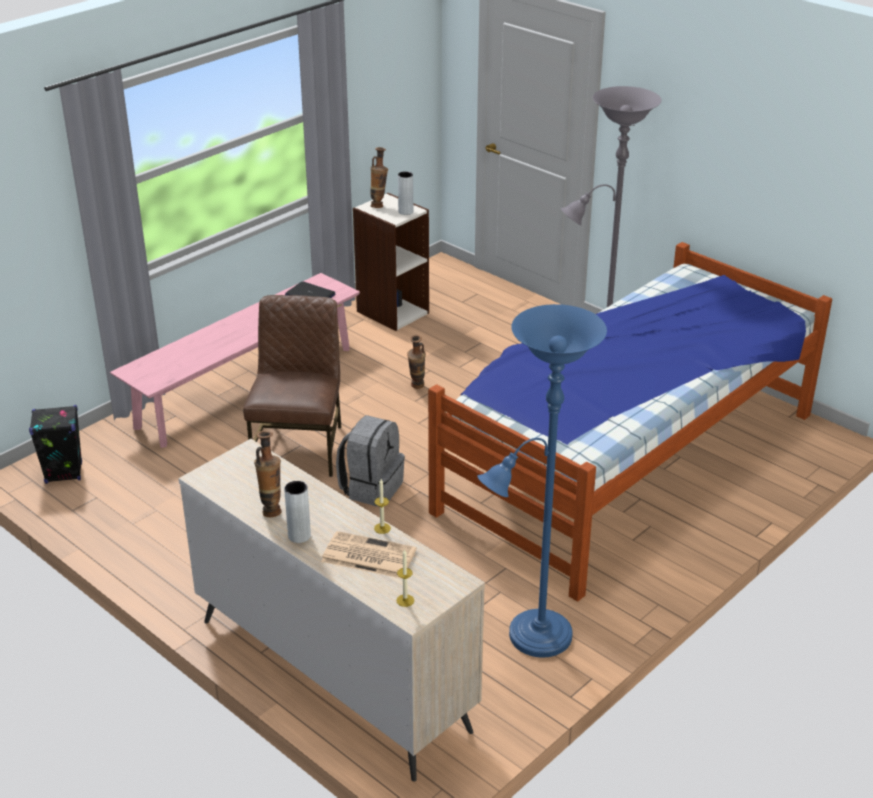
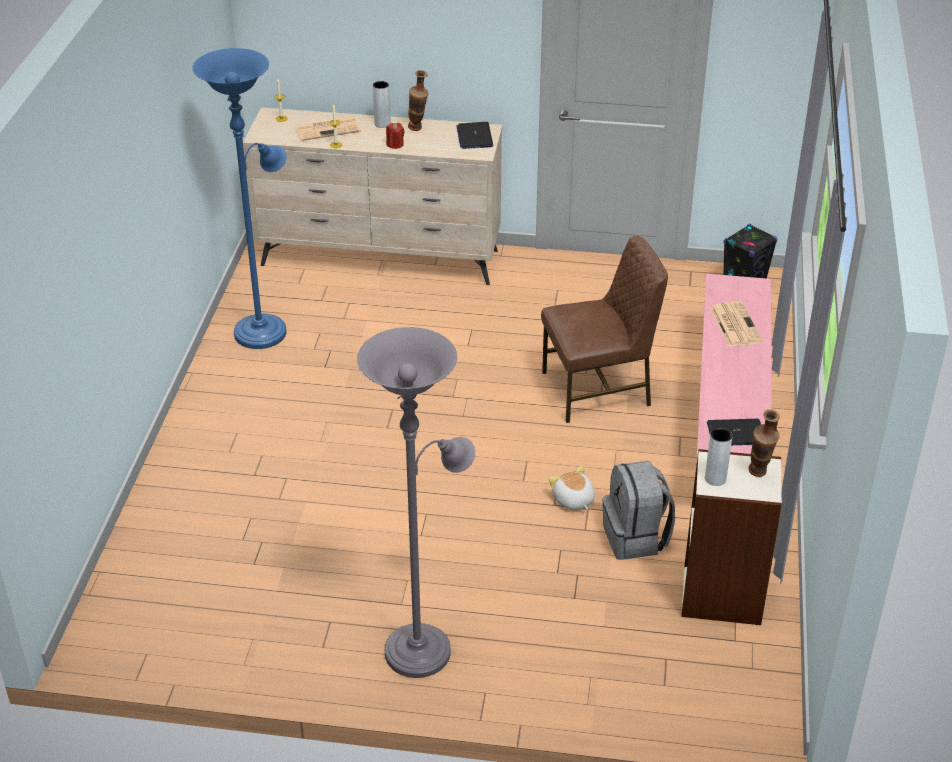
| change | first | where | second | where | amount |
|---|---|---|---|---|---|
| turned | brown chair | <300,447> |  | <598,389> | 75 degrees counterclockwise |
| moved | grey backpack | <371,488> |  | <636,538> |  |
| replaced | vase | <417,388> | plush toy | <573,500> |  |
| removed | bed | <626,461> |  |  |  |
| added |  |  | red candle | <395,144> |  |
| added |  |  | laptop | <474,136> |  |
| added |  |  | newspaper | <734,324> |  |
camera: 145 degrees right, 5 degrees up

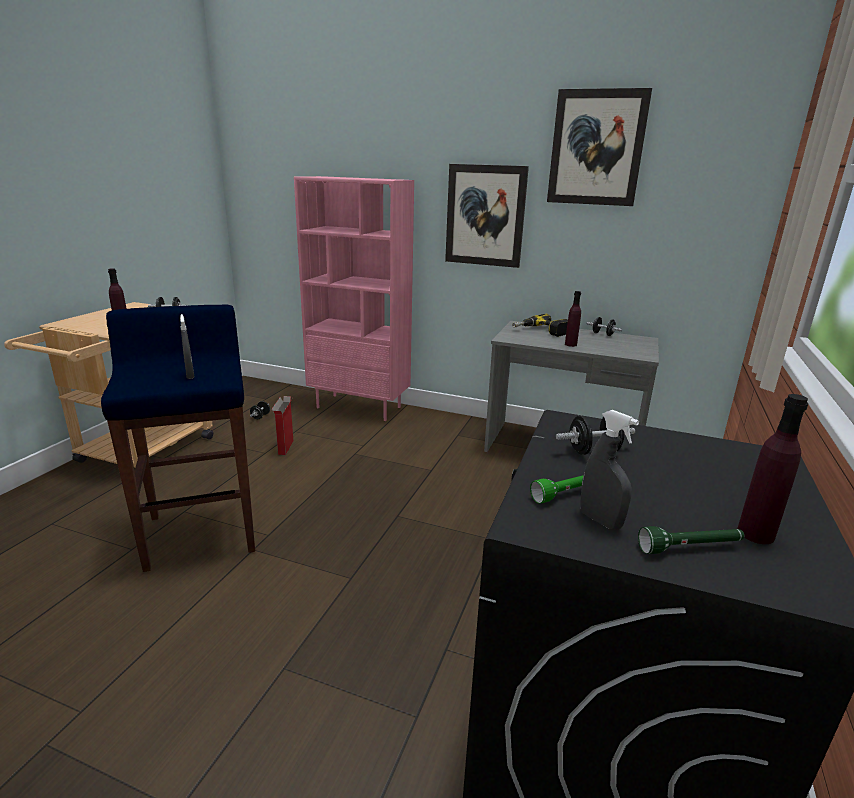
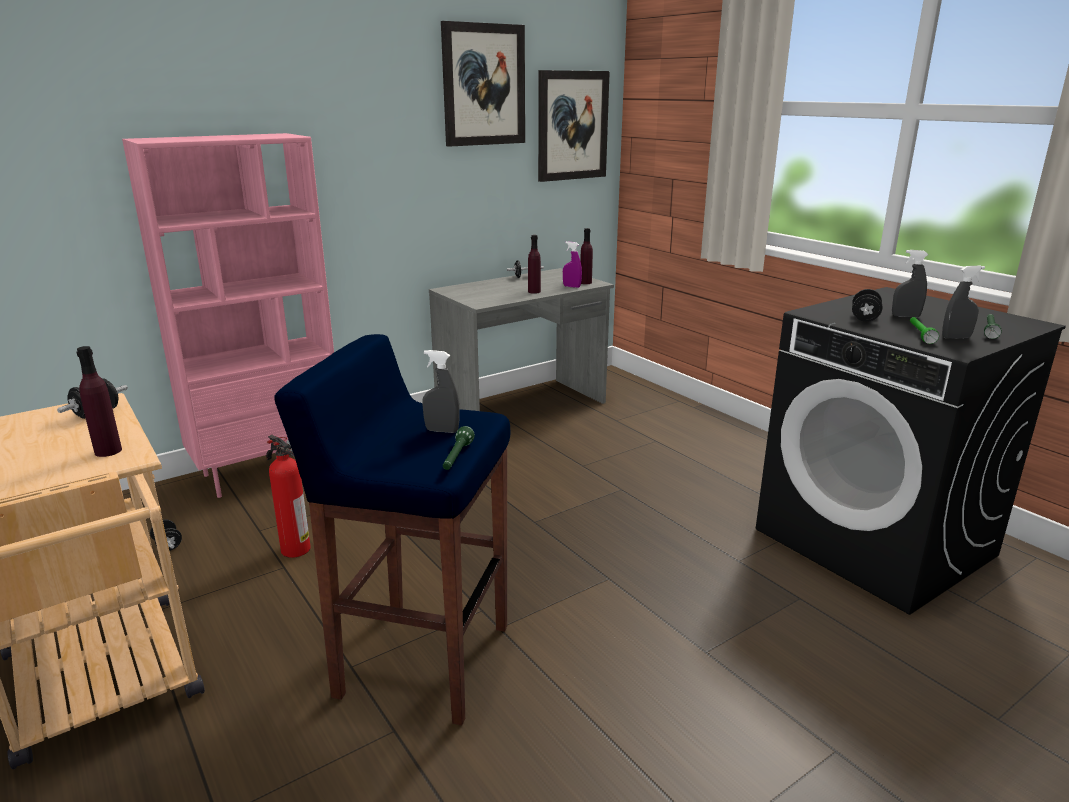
| change | first | where | second | where | amount |
|---|---|---|---|---|---|
| replaced | cardboard box | <285,448> | fire extinguisher | <294,548> |  |
| moved | picture | <485,216> |  | <572,126> |  |
| removed | power drill | <541,332> |  |  |  |
| moved | purple bottle | <755,534> |  | <585,282> |  |
| added |  |  | green flashlight | <457,458> |  |
| added |  |  | purple spray bottle | <571,286> |  |
| added |  |  | grey spray bottle | <905,316> |  |
camera: 55 degrees left, 0 degrees up

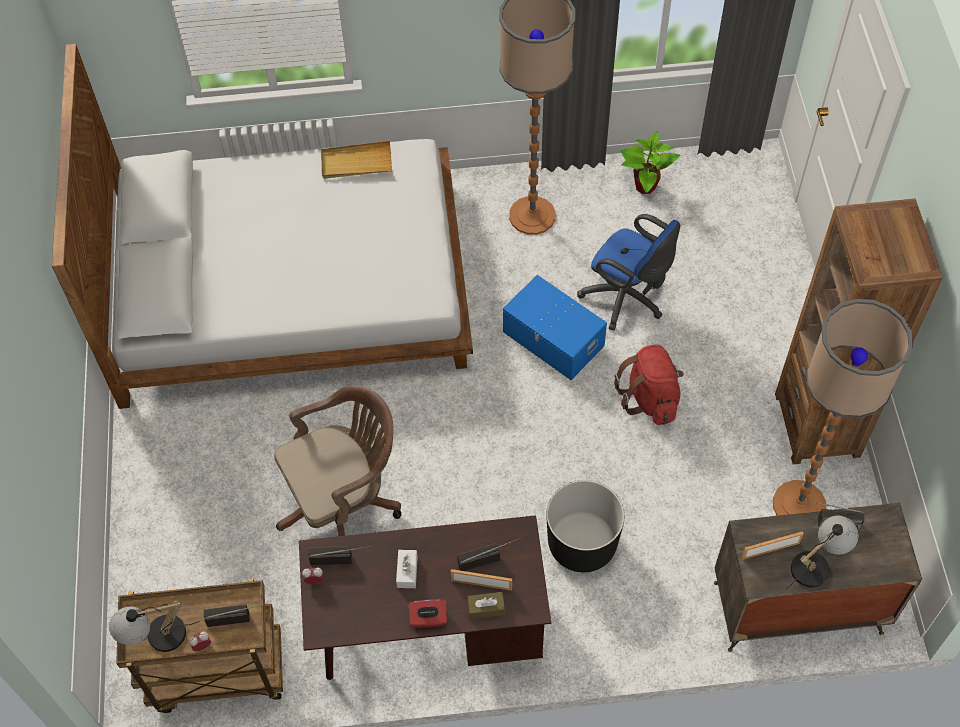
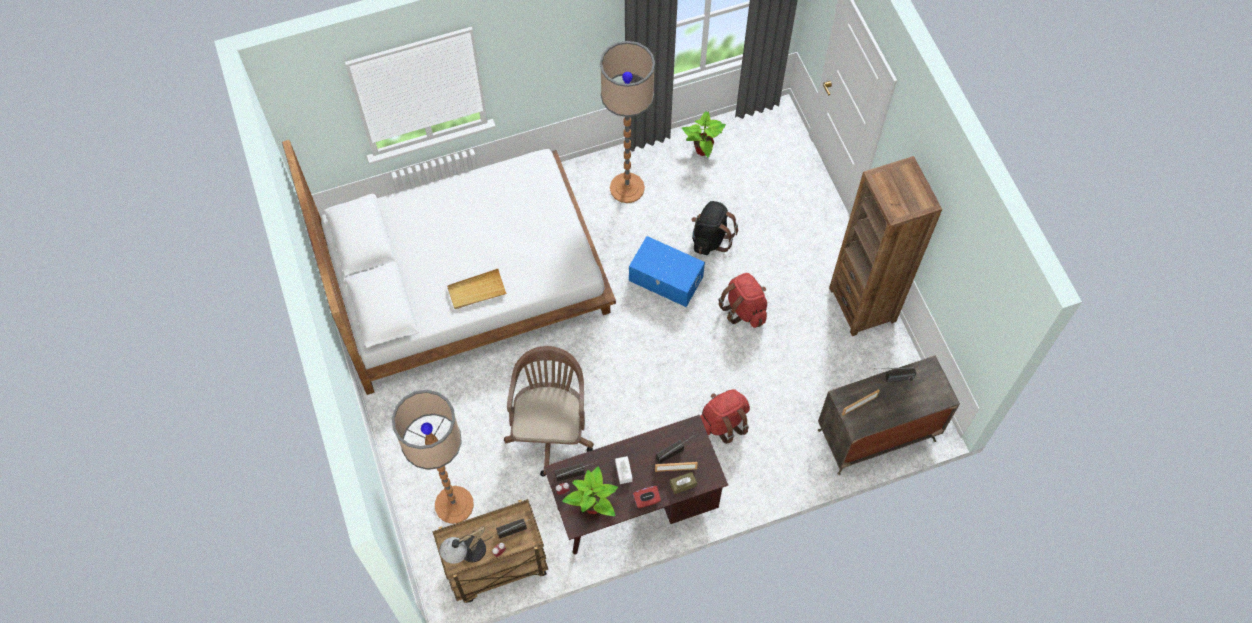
| change | first | where | second | where | amount |
|---|---|---|---|---|---|
| turned | brown office chair | <344,502> |  | <550,428> | 45 degrees counterclockwise |
| moved | beige tray | <356,162> |  | <476,291> |  |
| replaced | black planter | <582,543> | red backpack | <723,422> |  |
| replaced | blue office chair | <627,299> | black backpack | <710,238> |  |
| moved | floor lamp | <798,504> |  | <454,504> |  |
| removed | table lamp | <817,563> |  |  |  |
| added |  |  | potted plant | <593,505> |  |
camera: 15 degrees left, 5 degrees up

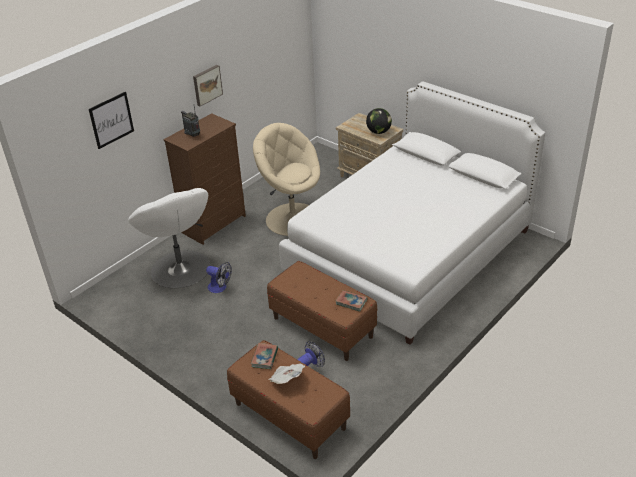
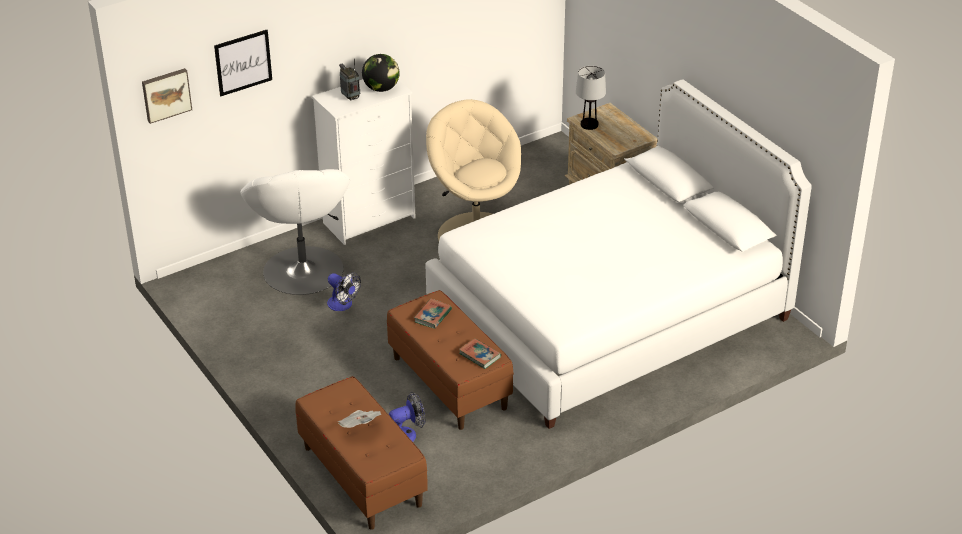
| change | first | where | second | where | amount |
|---|---|---|---|---|---|
| recoloured | brown dresser | <214,224> | white dresser | <370,220> |  |
| moved | picture | <207,85> |  | <166,94> |  |
| moved | book | <264,357> |  | <432,316> |  |
| moved | globe | <378,132> |  | <381,88> |  |
| added |  |  | table lamp | <589,125> |  |
camera: 15 degrees right, 0 degrees up

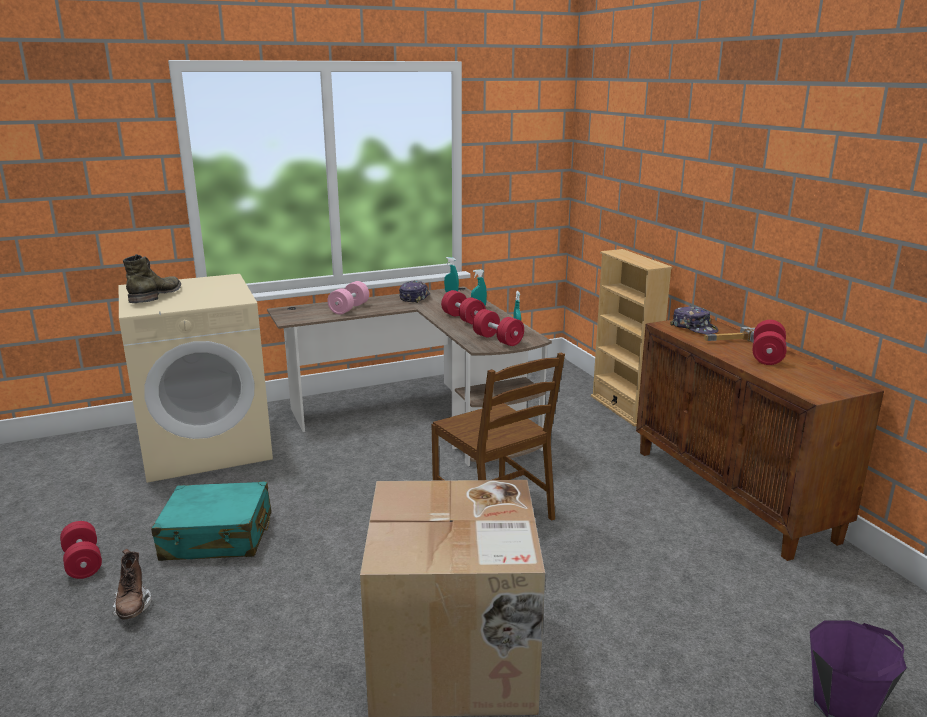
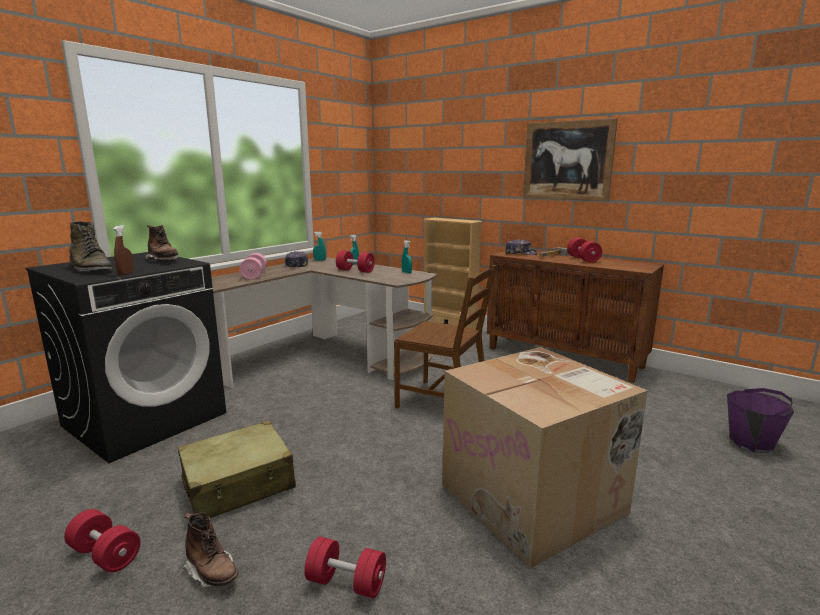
| change | first | where | second | where | amount |
|---|---|---|---|---|---|
| recoloured | beige washing machine | <207,446> | black washing machine | <146,419> |  |
| turned | green boot | <157,296> |  | <91,269> | 150 degrees clockwise |
| recoloured | turquoise suitcase | <217,537> | beige suitcase | <239,484> |  |
| moved | red dumbbell | <498,340> |  | <346,582> |  |
| added |  |  | brown spray bottle | <126,273> |  |
| added |  |  | brown boot | <163,260> |  |
| added |  |  | picture | <567,161> |  |
camera: 30 degrees left, 5 degrees down

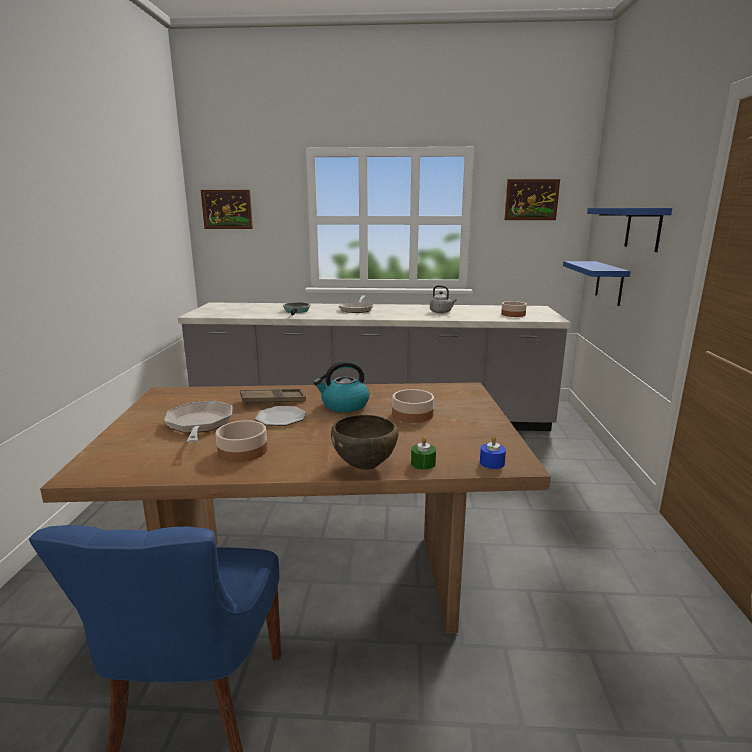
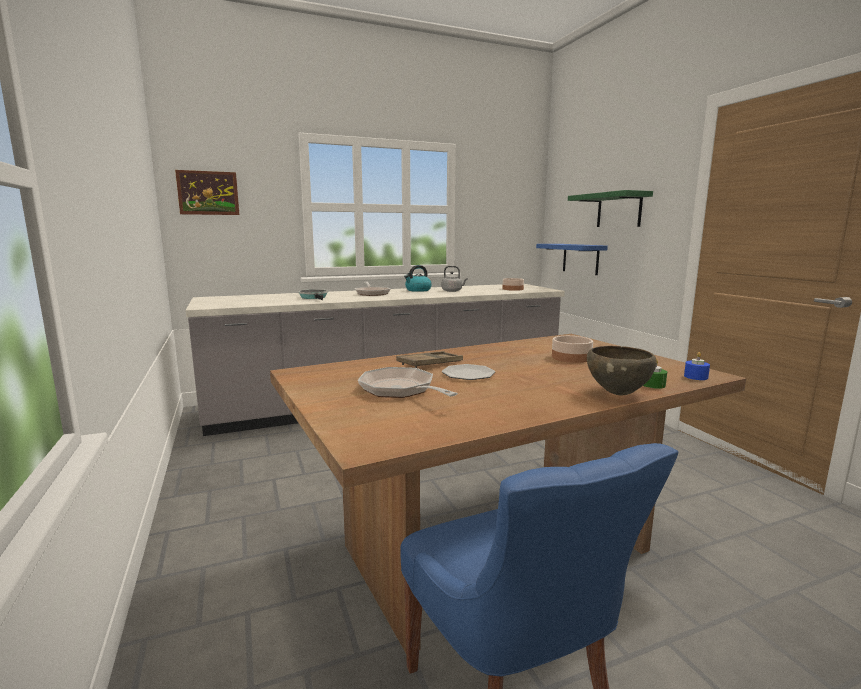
| change | first | where | second | where | amount |
|---|---|---|---|---|---|
| removed | bowl | <242,451> |  |  |  |
| moved | kettle | <344,405> |  | <418,290> |  |
| removed | picture | <531,199> |  |  |  |
| recoloured | blue shelf | <643,228> | green shelf | <619,210> |  |
camera: 25 degrees left, 5 degrees down

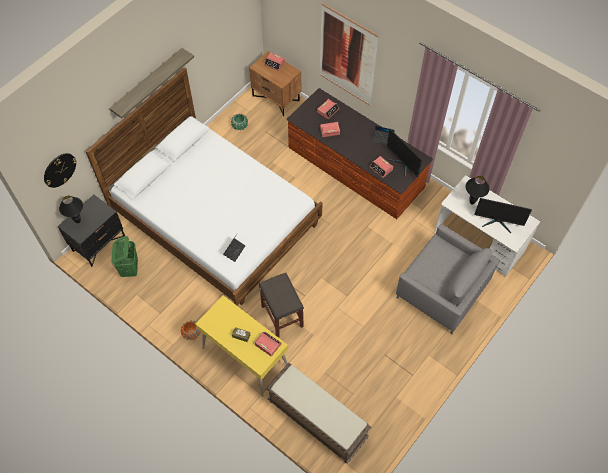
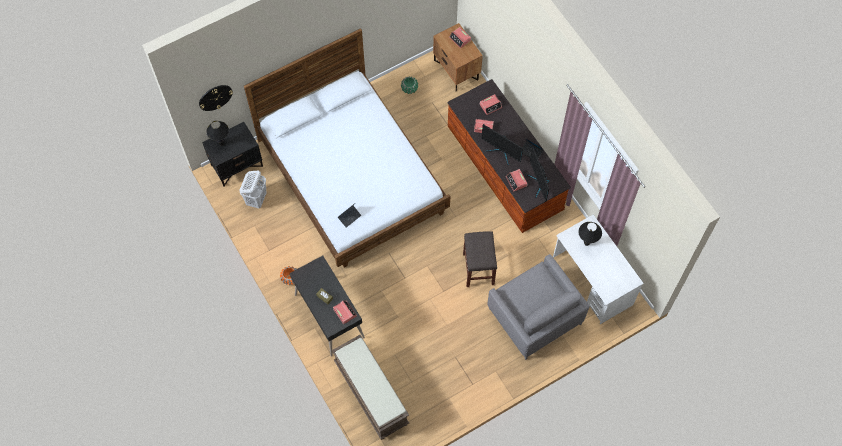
| change | first | where | second | where | amount |
|---|---|---|---|---|---|
| removed | shelf | <148,83> |  |  |  |
| recoloured | green laundry basket | <130,268> | white laundry basket | <256,199> |  |
| recoloured | yellow desk | <245,357> | black desk | <329,316> |  |
| moved | grey stool | <282,316> |  | <478,269> |  |
| removed | picture | <347,56> |  |  |  |
| moved | monitor | <497,222> |  | <501,152> |  |
camera: 20 degrees right, 5 degrees up

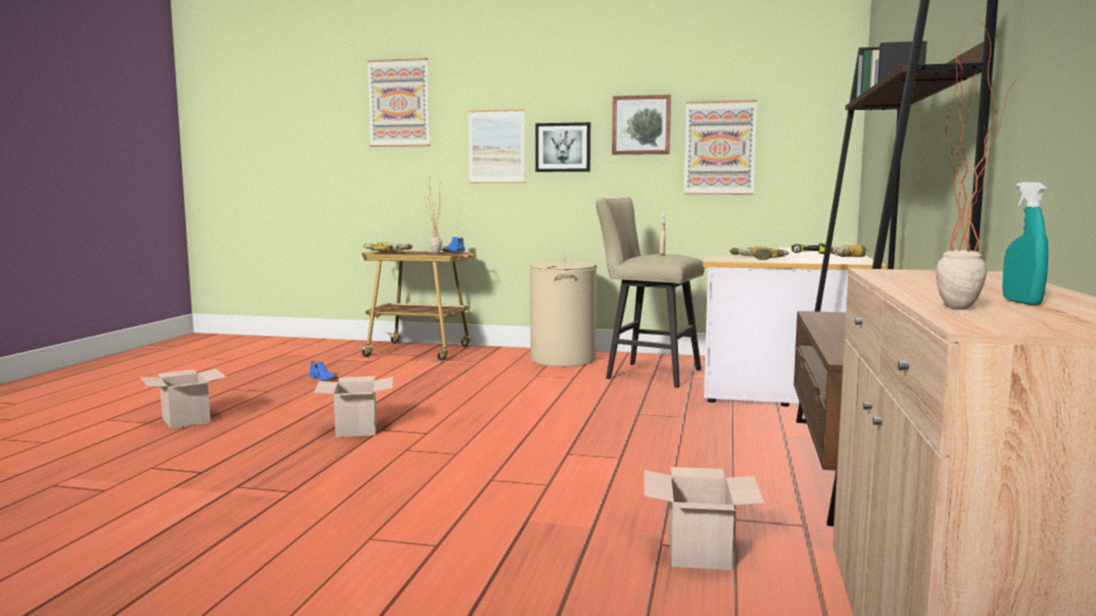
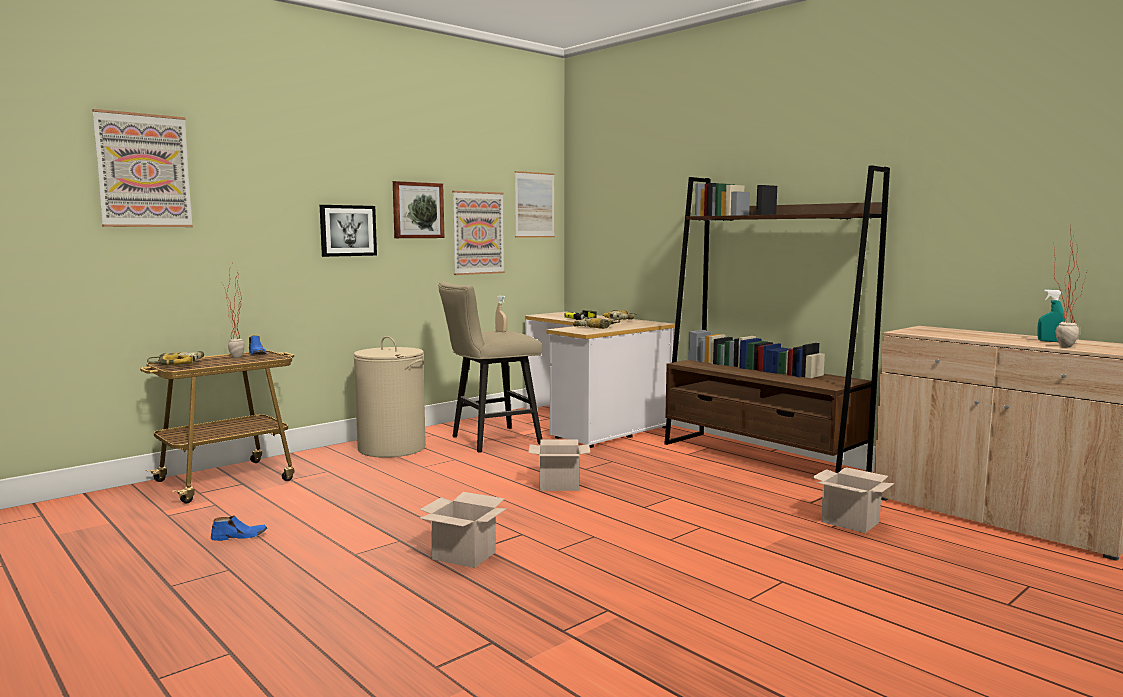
| change | first | where | second | where | amount |
|---|---|---|---|---|---|
| moved | cardboard box | <187,420> |  | <560,485> |  |
| moved | picture | <496,146> |  | <534,205> |  |
camera: 55 degrees left, 0 degrees up

